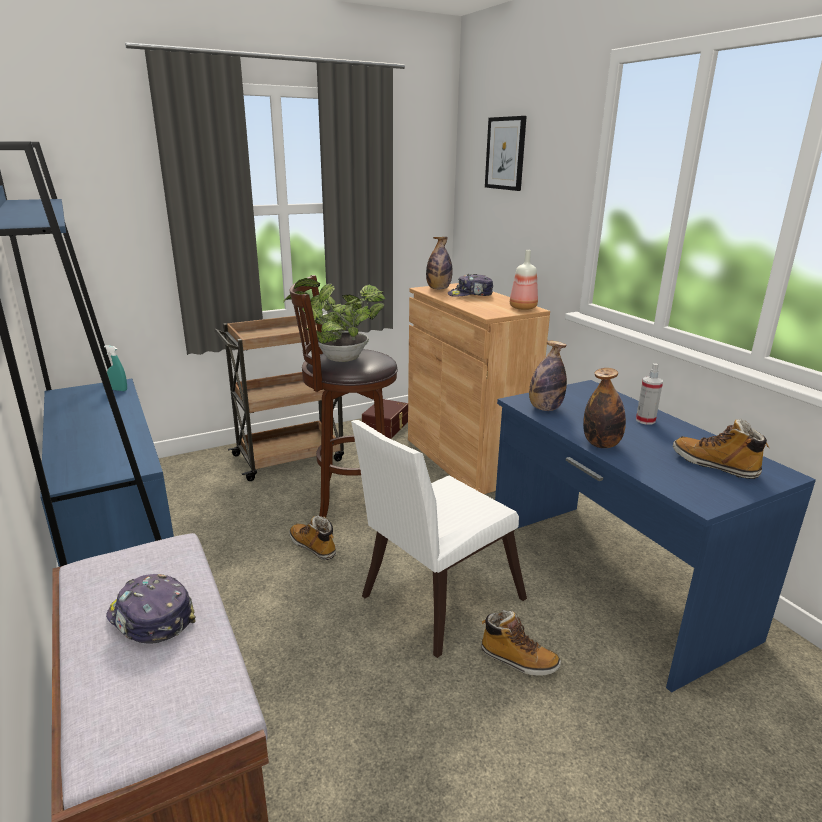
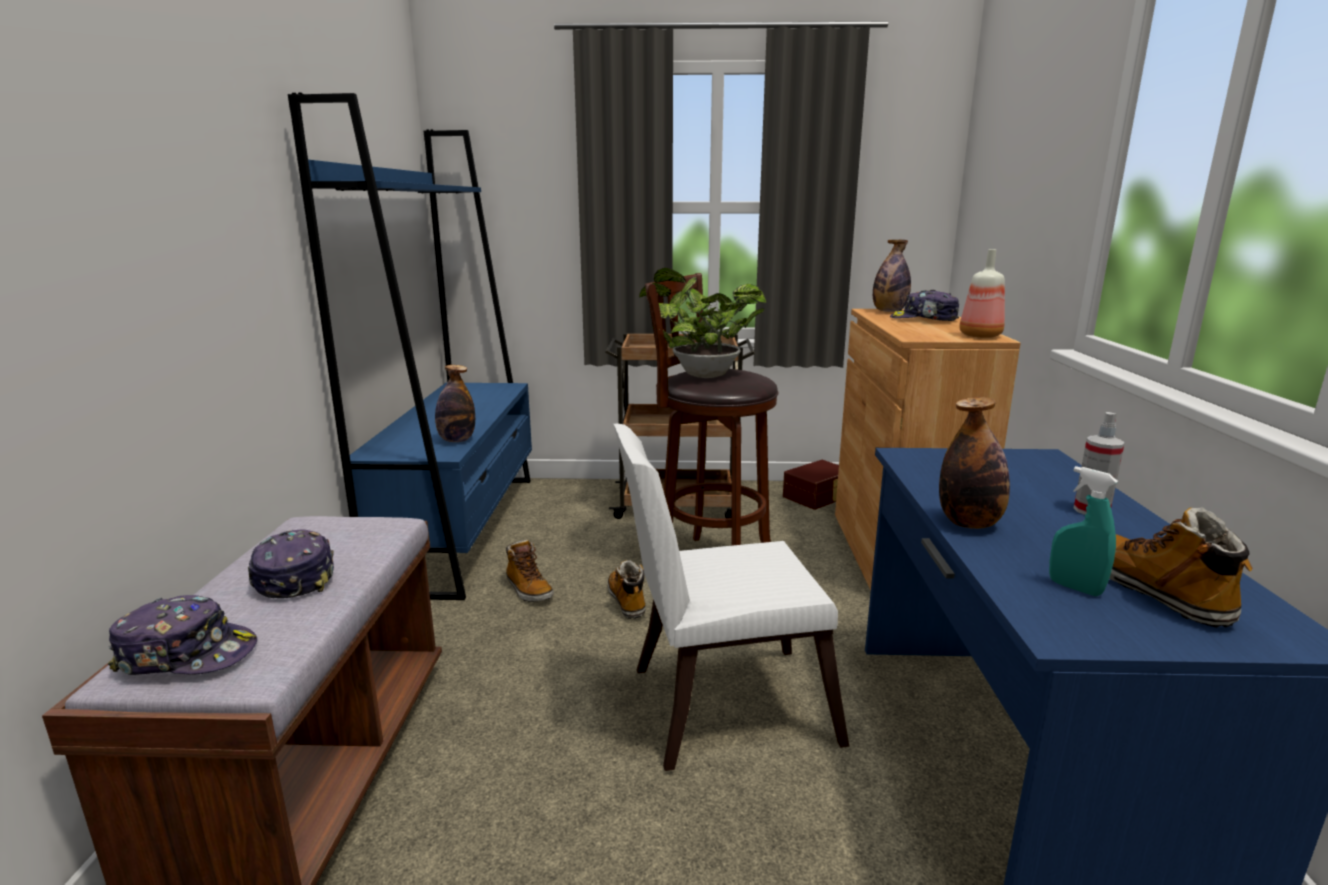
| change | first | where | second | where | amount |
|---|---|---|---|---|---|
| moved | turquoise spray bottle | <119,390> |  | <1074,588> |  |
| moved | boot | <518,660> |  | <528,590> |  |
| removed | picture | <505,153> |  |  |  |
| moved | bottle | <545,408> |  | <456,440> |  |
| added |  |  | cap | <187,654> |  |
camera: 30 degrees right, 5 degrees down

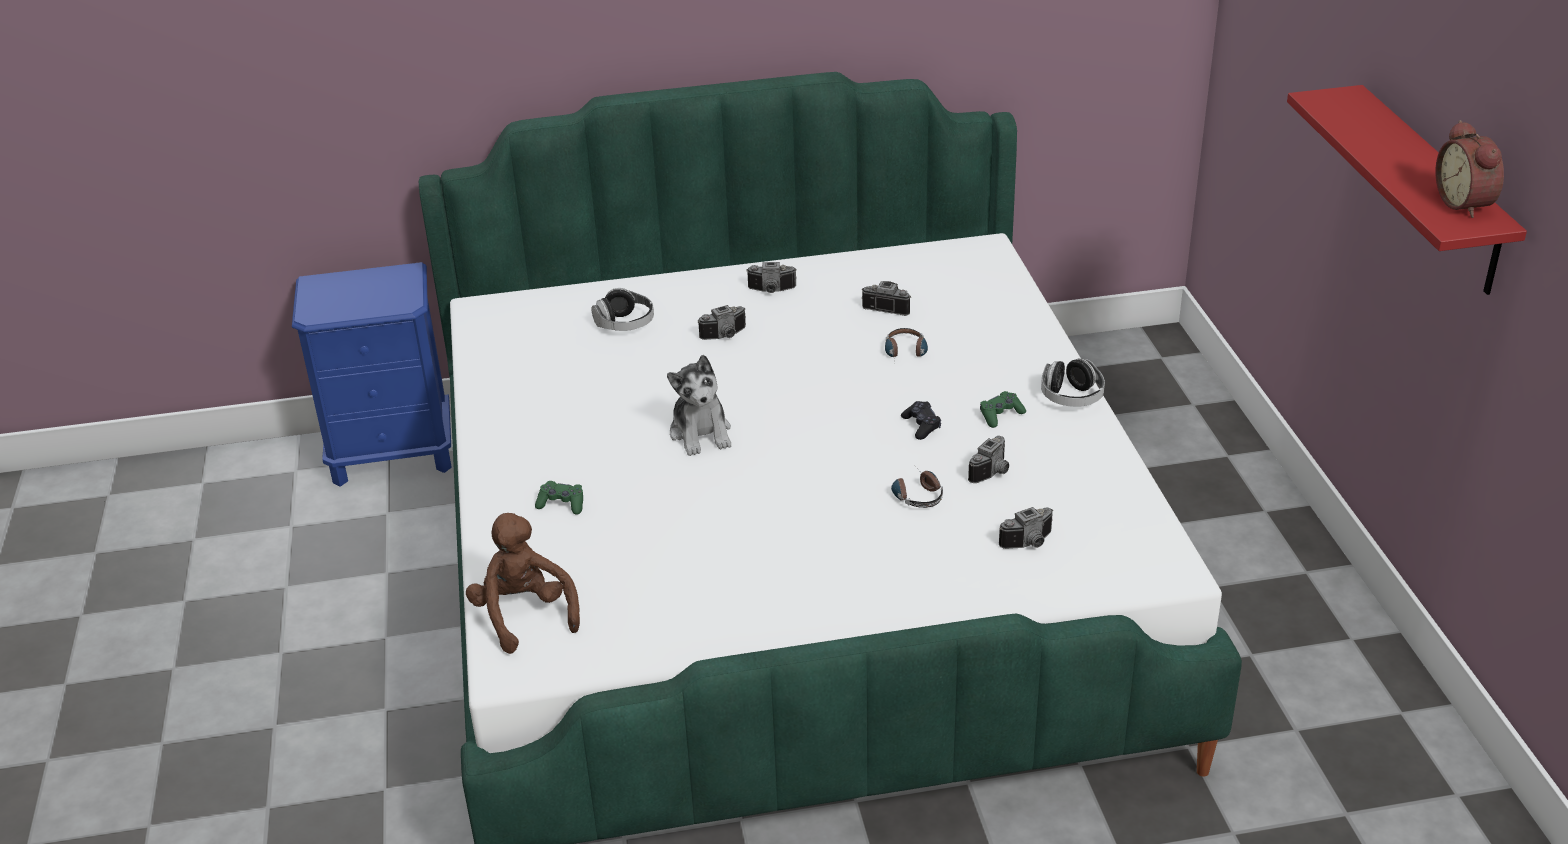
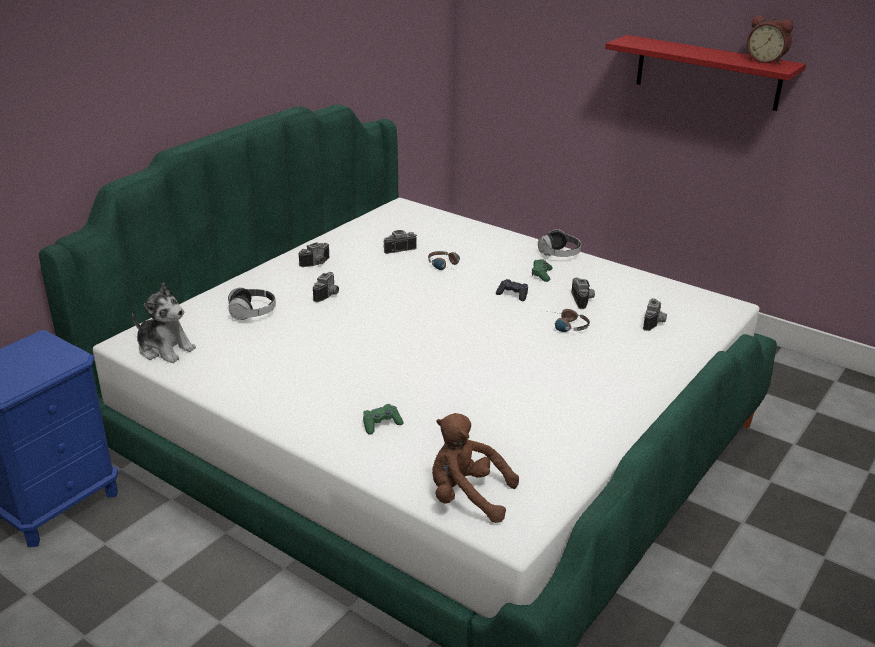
| change | first | where | second | where | amount |
|---|---|---|---|---|---|
| moved | plush toy | <701,433> |  | <165,349> |  |
camera: 45 degrees left, 5 degrees down

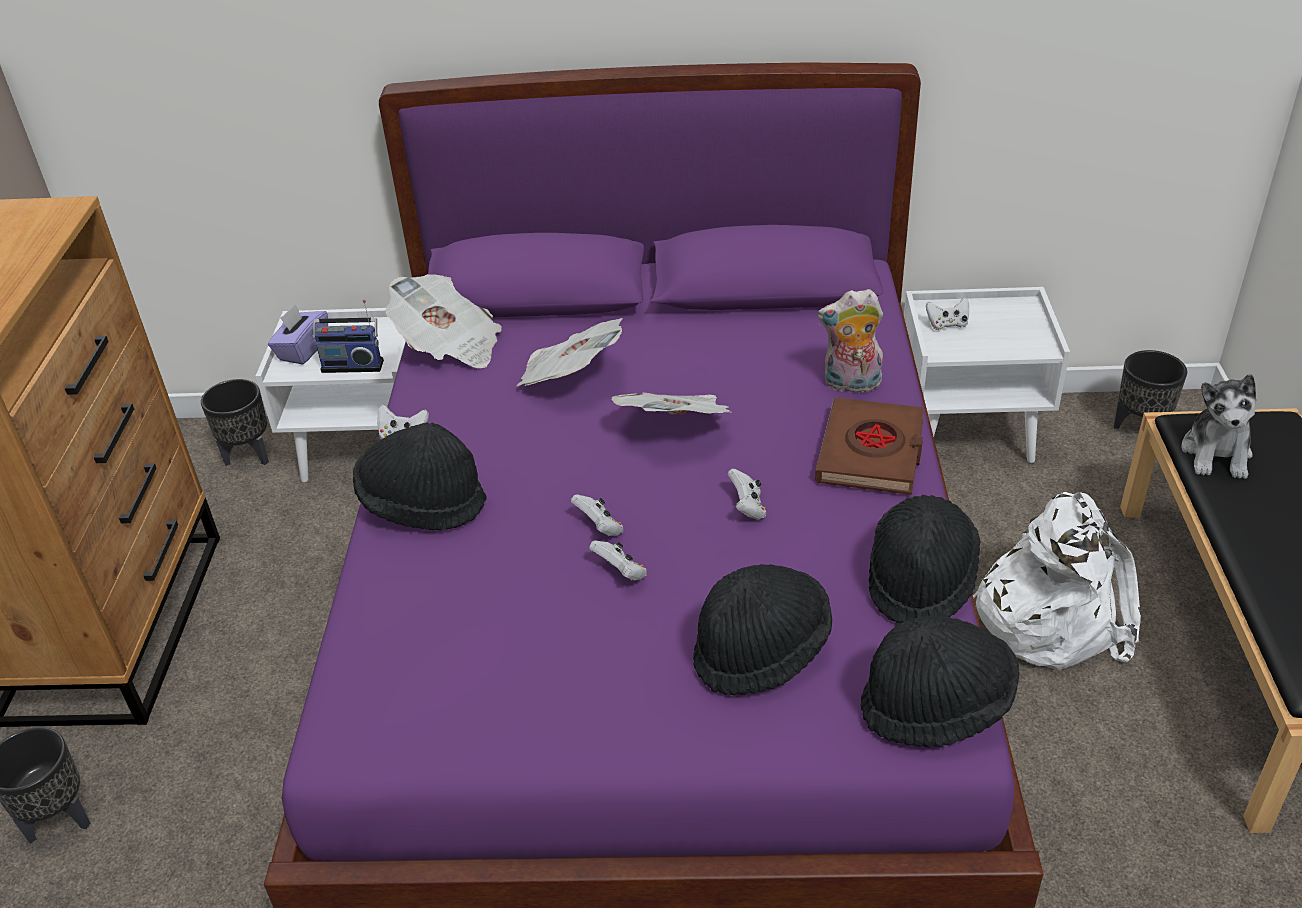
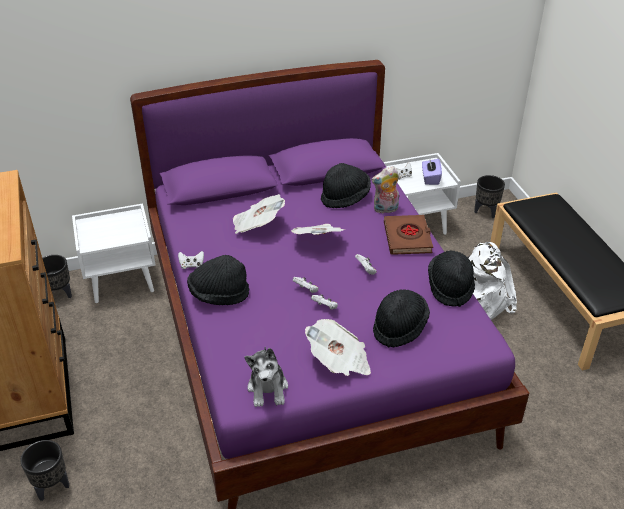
| change | first | where | second | where | amount |
|---|---|---|---|---|---|
| moved | purple tissue box | <303,350> |  | <430,178> |  |
| removed | radio | <353,364> |  |  |  |
| moved | newspaper | <450,346> |  | <339,361> |  |
| moved | black hat | <936,706> |  | <345,197> |  |
| moved | plush toy | <1216,453> |  | <268,388> |  |
camera: 20 degrees left, 0 degrees up

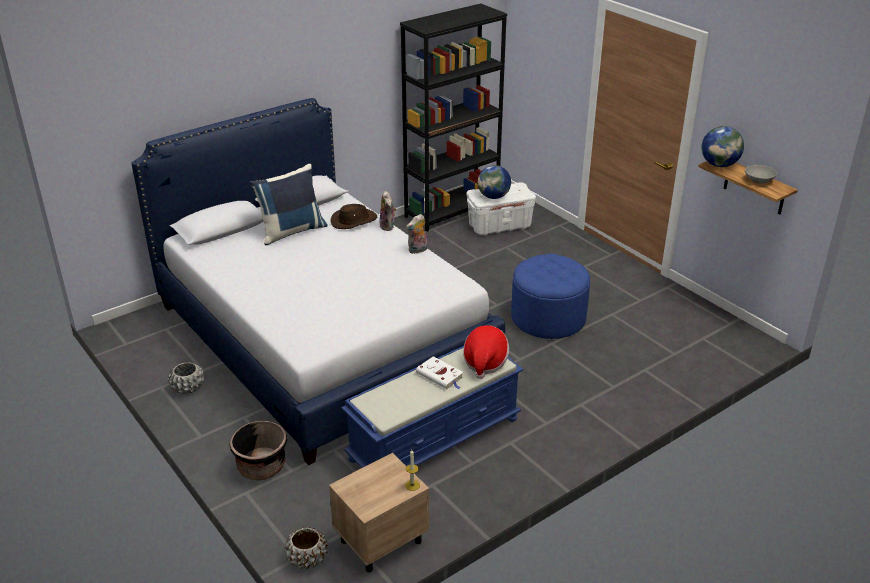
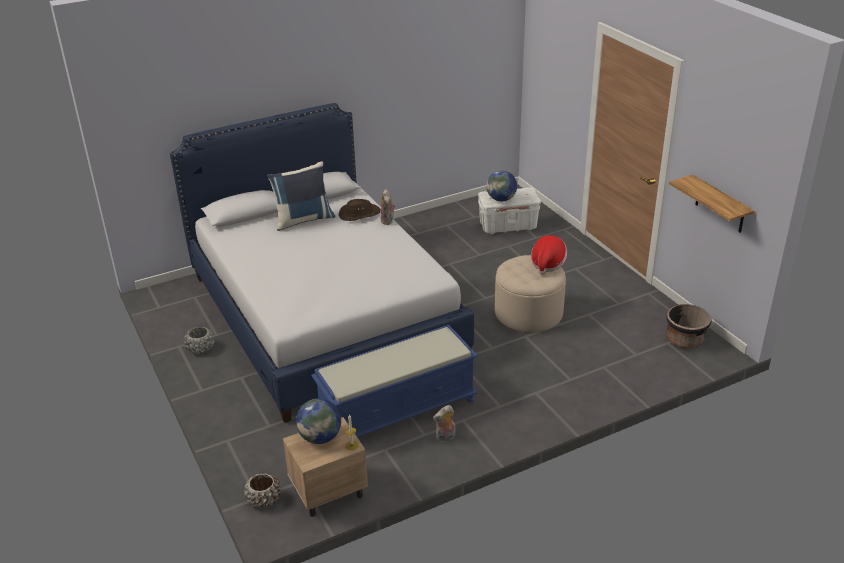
| change | first | where | second | where | amount |
|---|---|---|---|---|---|
| moved | black planter | <261,467> |  | <684,340> |  |
| removed | black bookcase | <452,210> |  |  |  |
| moved | plush toy | <418,250> |  | <445,437> |  |
| removed | white book | <441,376> |  |  |  |
| moved | hat | <485,362> |  | <547,264> |  |
| recoloured | blue ottoman | <548,318> | beige ottoman | <528,313> |  |
| moved | globe | <719,165> |  | <320,437> |  |
| removed | grey bowl | <759,181> |  |  |  |
camera: 10 degrees right, 0 degrees up

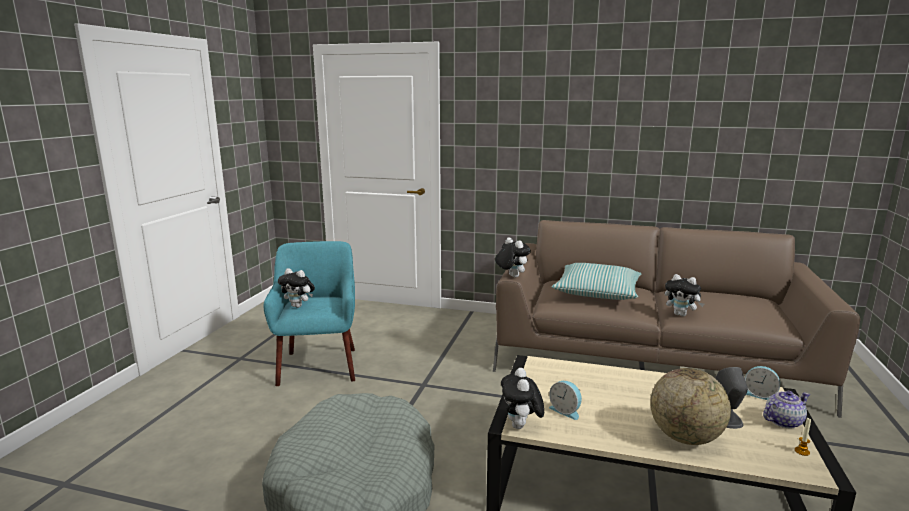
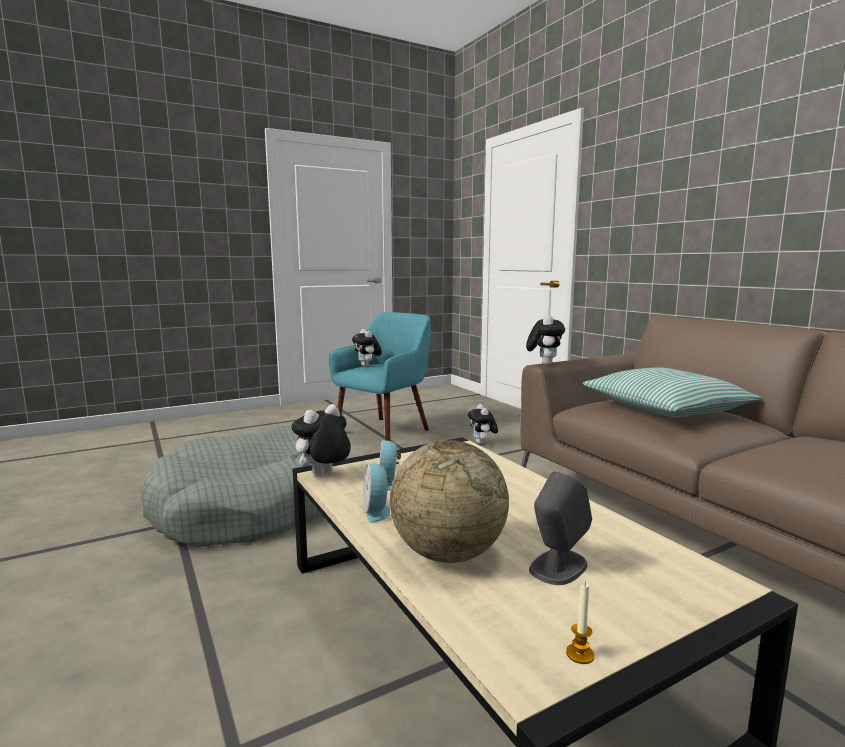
| change | first | where | second | where | amount |
|---|---|---|---|---|---|
| moved | plush toy | <681,314> |  | <482,443> |  |
| moved | alarm clock | <760,394> |  | <377,511> |  |
| removed | teapot | <782,421> |  |  |  |
camera: 45 degrees right, 5 degrees down

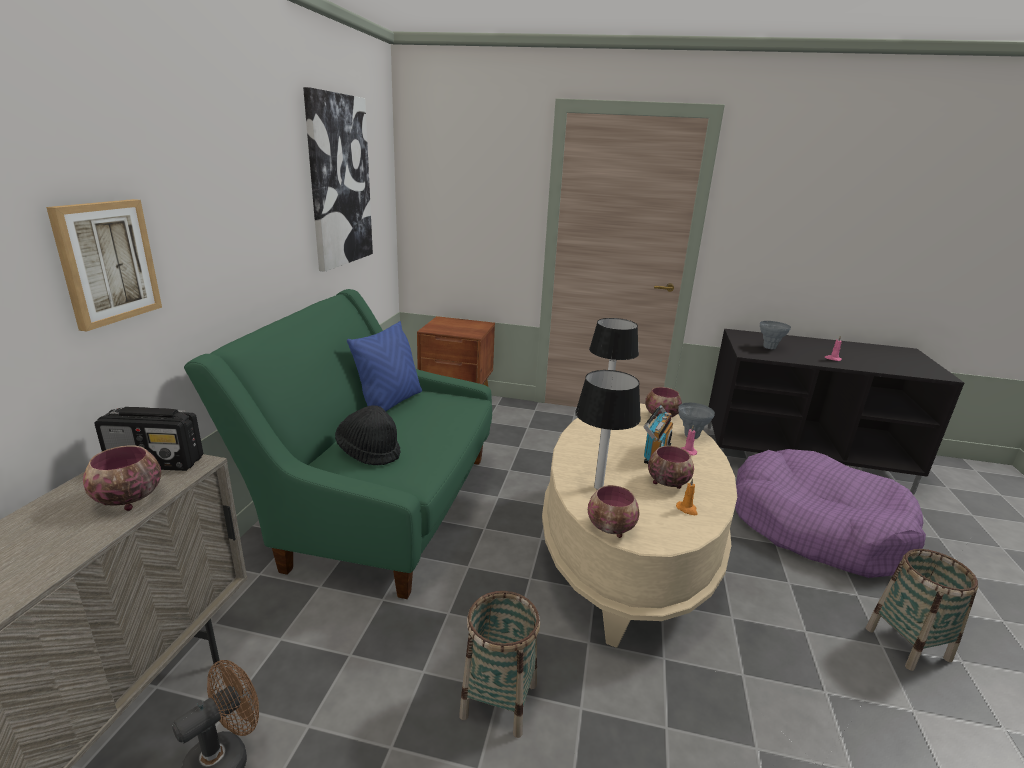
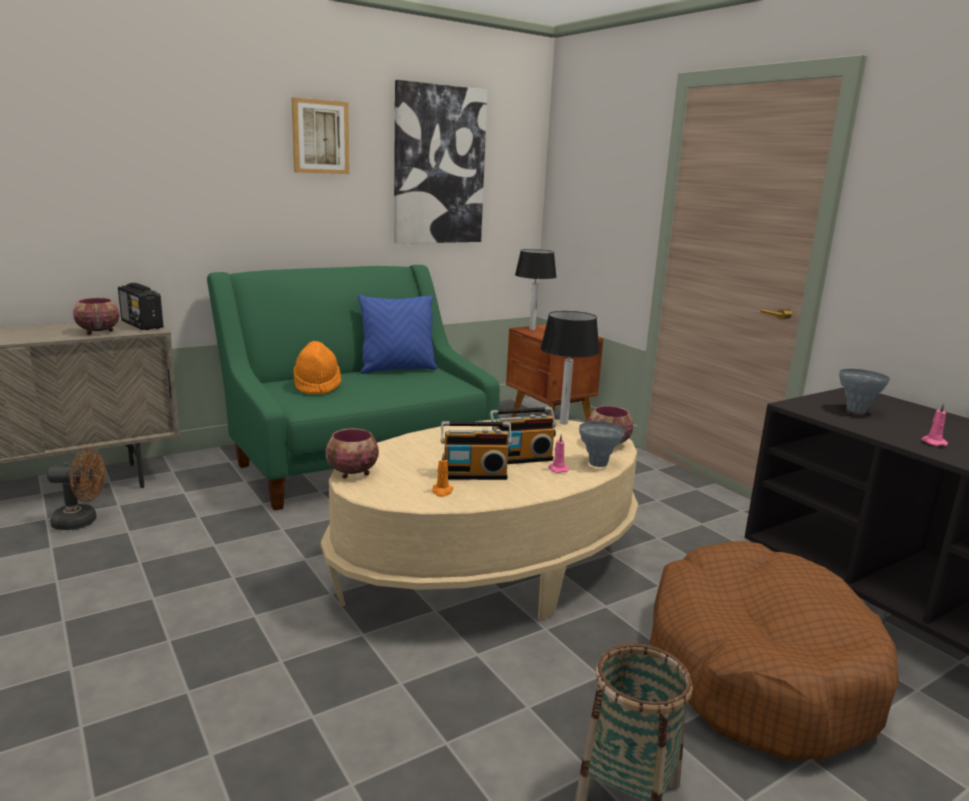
| change | first | where | second | where | amount |
|---|---|---|---|---|---|
| moved | picture | <107,262> |  | <320,137> |  |
| recoloured | black hat | <369,452> | orange hat | <317,386> |  |
| removed | basket | <499,700> |  |  |  |
| moved | table lamp | <598,487> |  | <531,329> |  |
| replaced | bowl | <667,482> | radio | <474,474> |  |
| recoloured | purple dog bed | <816,527> | brown dog bed | <758,668> |  |
camera: 45 degrees right, 5 degrees down

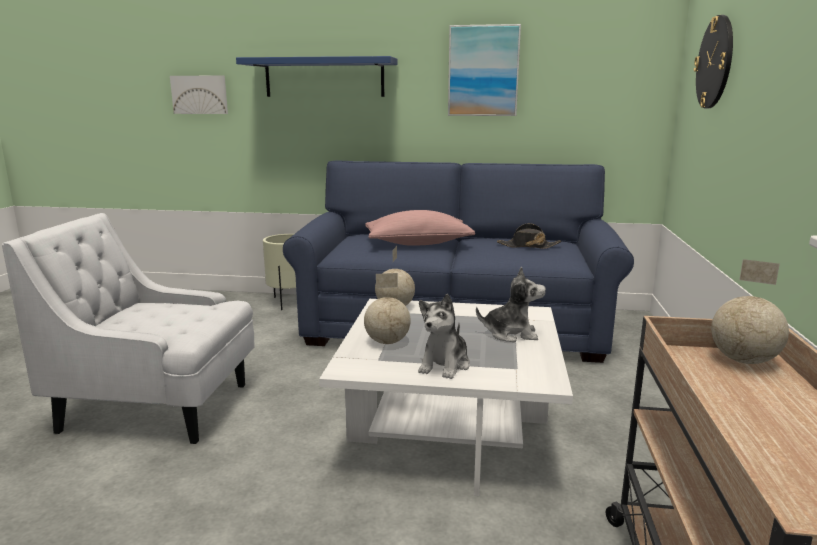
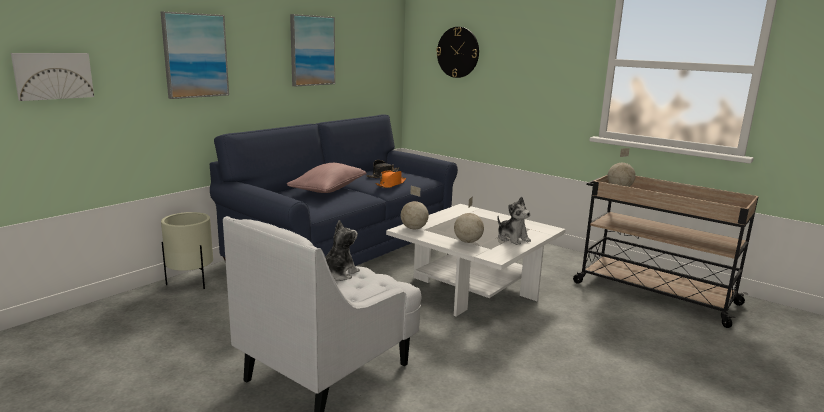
| change | first | where | second | where | amount |
|---|---|---|---|---|---|
| replaced | blue shelf | <324,78> | picture | <195,55> |  |
| moved | plush toy | <511,334> |  | <337,274> |  |
| added |  |  | orange hat | <391,184> |  |
camera: 60 degrees left, 0 degrees up

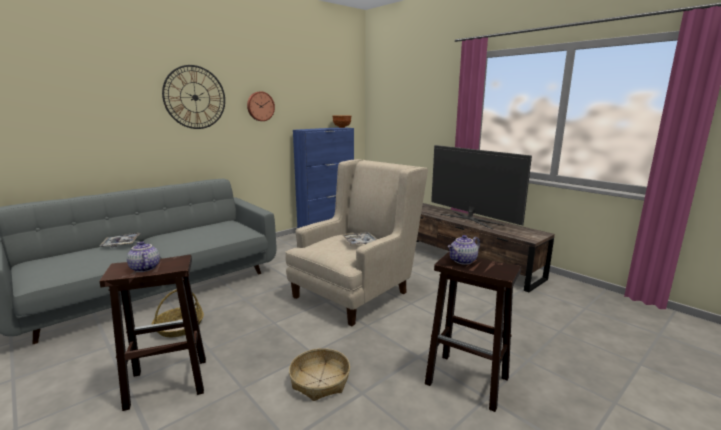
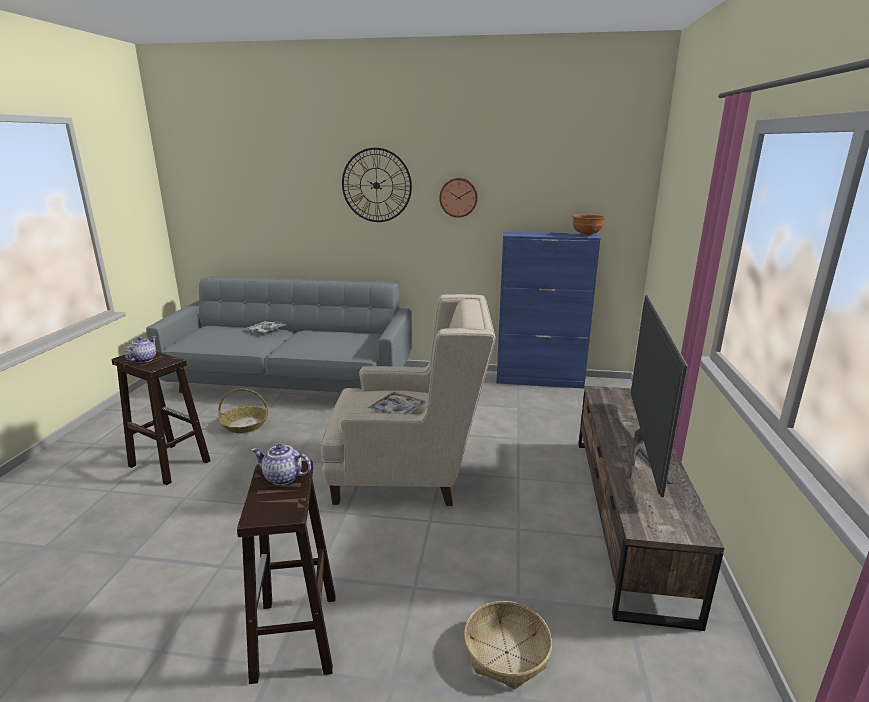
| change | first | where | second | where | amount |
|---|---|---|---|---|---|
| moved | basket | <319,381> |  | <506,652> |  |
camera: 50 degrees right, 5 degrees up

